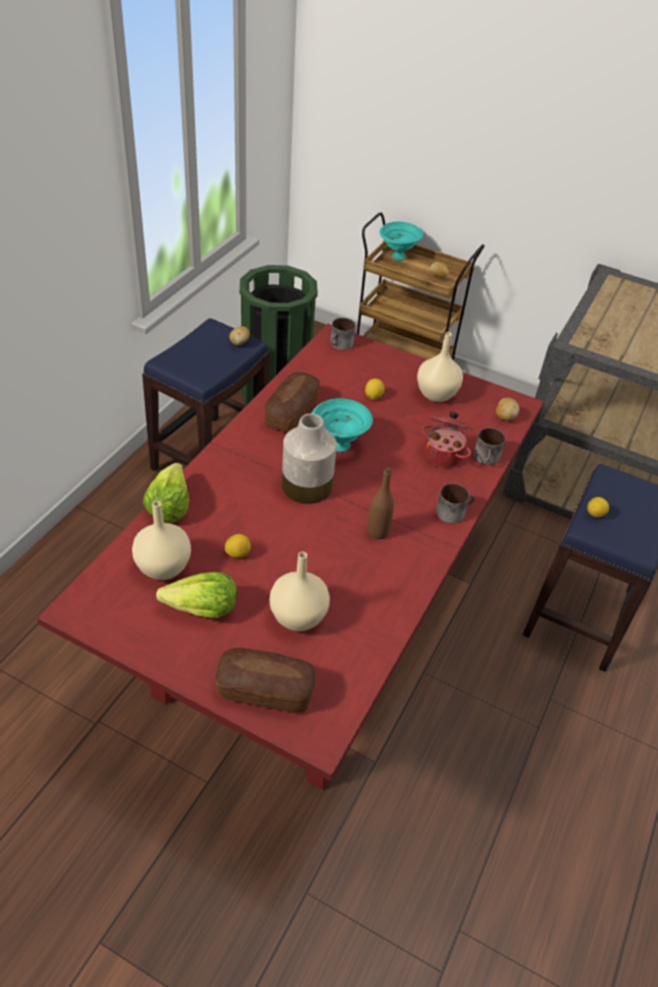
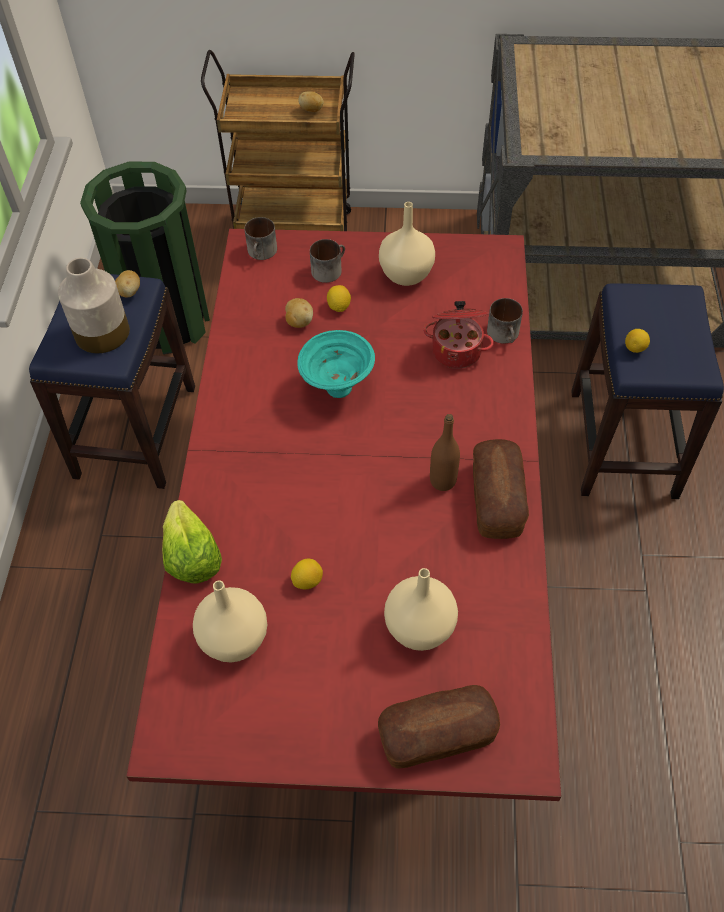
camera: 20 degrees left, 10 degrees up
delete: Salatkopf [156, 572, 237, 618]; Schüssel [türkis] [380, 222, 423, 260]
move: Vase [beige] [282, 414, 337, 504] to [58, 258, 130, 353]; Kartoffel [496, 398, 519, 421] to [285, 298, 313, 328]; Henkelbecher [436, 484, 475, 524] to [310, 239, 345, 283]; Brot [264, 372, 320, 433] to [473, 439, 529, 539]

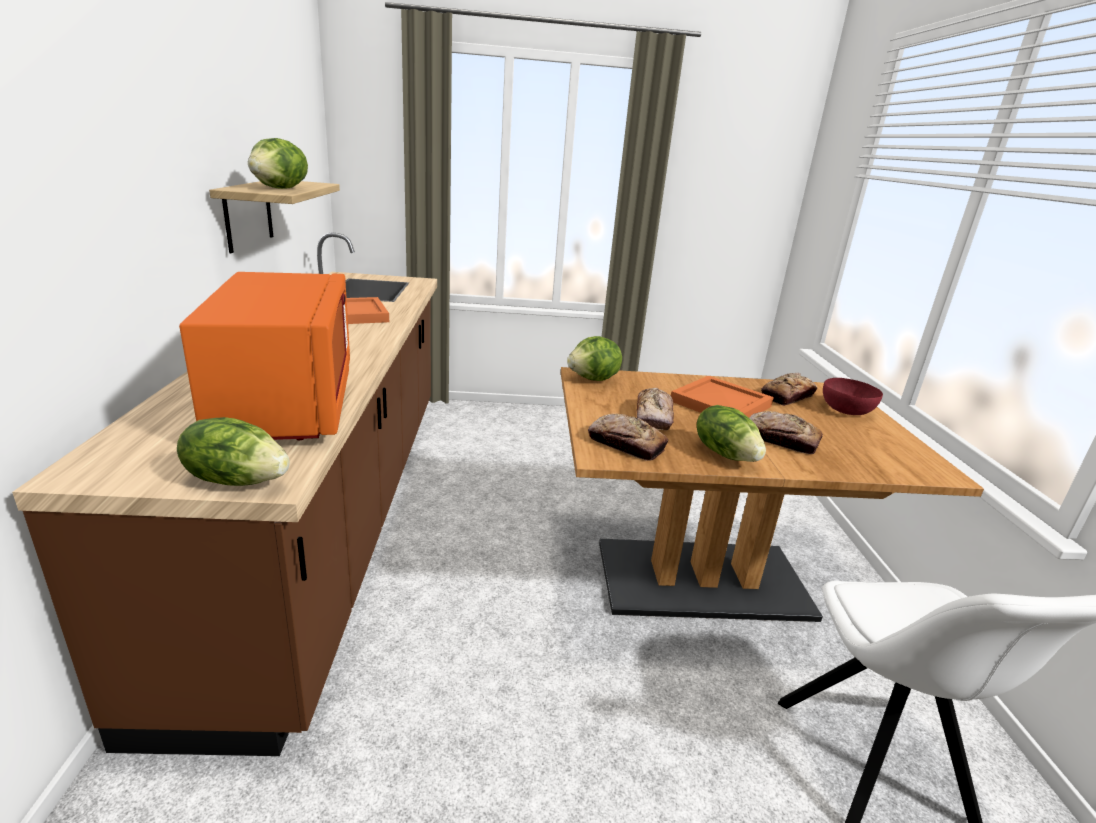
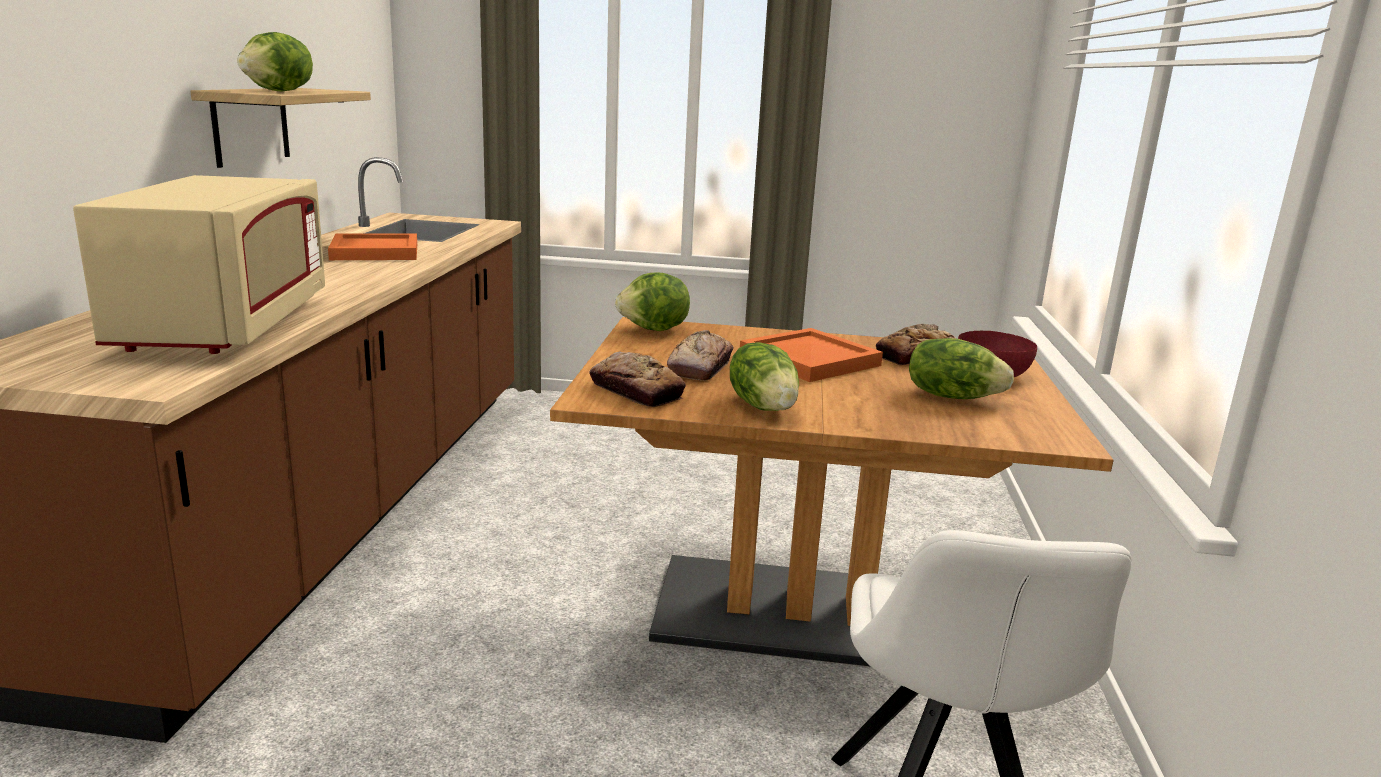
camera: 10 degrees right, 5 degrees down
delete: Brot [749, 411, 823, 454]
move: Salatkopf [177, 417, 290, 486] to [909, 338, 1014, 399]
recolor: Mikrowelle [orange] [179, 272, 350, 440] to Mikrowelle [beige] [73, 175, 325, 354]

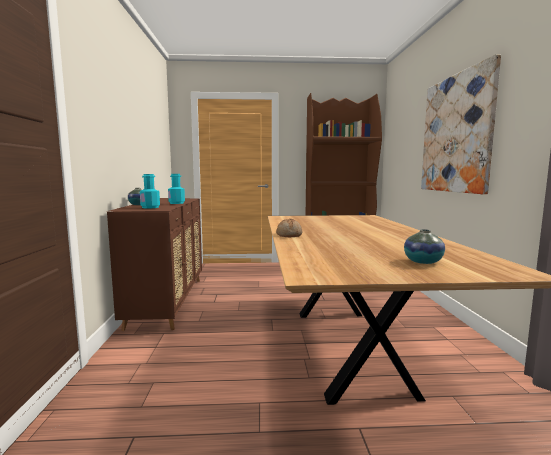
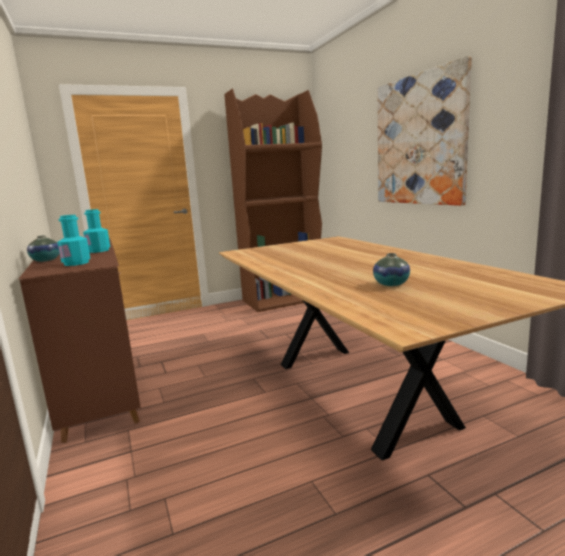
camera: 20 degrees left, 5 degrees up
delete: Brot [276, 219, 303, 237]
move: Vase [404, 229, 445, 264] to [373, 253, 410, 286]

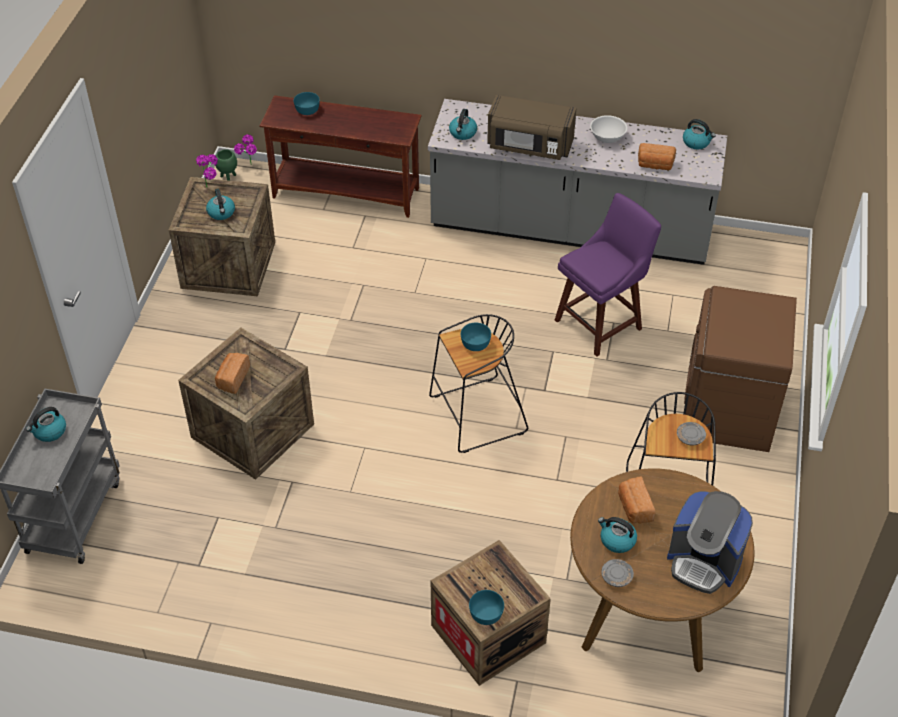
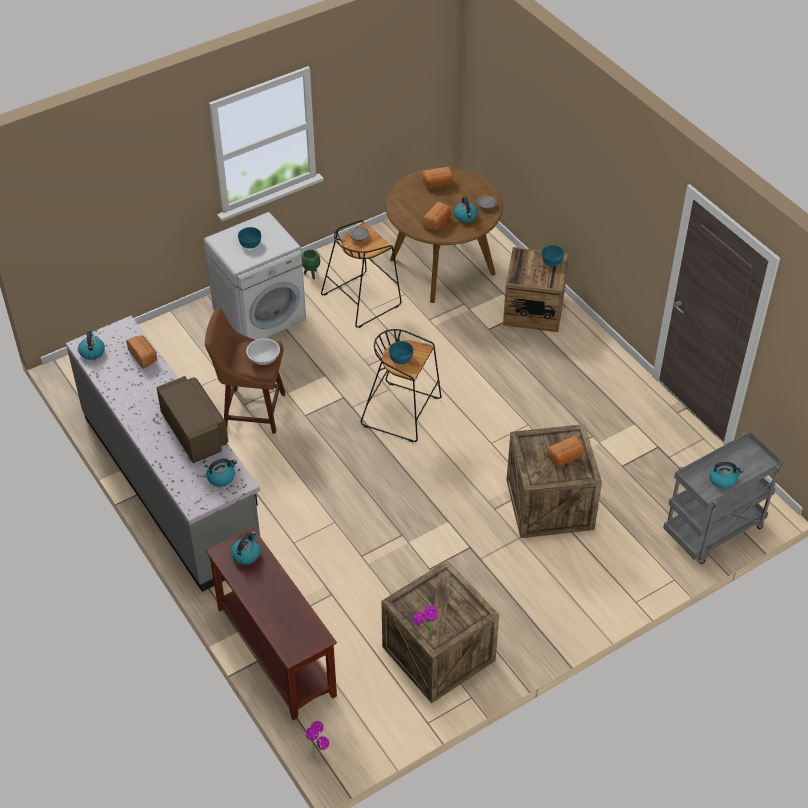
camera: 135 degrees left, 0 degrees up
move: Wasserkessel [206, 189, 235, 220] to [231, 532, 260, 565]; Schüssel [türkis] [294, 92, 320, 115] to [238, 227, 261, 248]; Schüssel [weiß] [590, 115, 627, 143] to [246, 338, 280, 365]; Pflanzkübel [grün] [215, 149, 237, 181] to [302, 250, 320, 279]
replace: Kaffeemaschine [667, 491, 753, 594] to Brot [422, 167, 453, 189]
recolor: Waschmaschine [braun] [684, 286, 797, 452] to Waschmaschine [weiß] [204, 212, 306, 340]; Hocker [lila] [555, 193, 661, 357] to Hocker [braun] [205, 307, 285, 434]

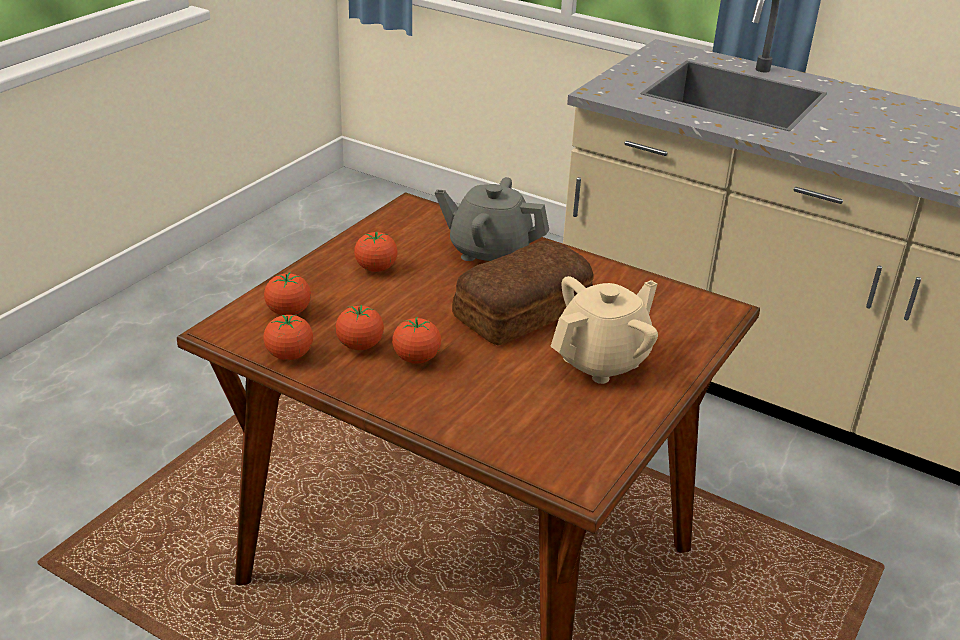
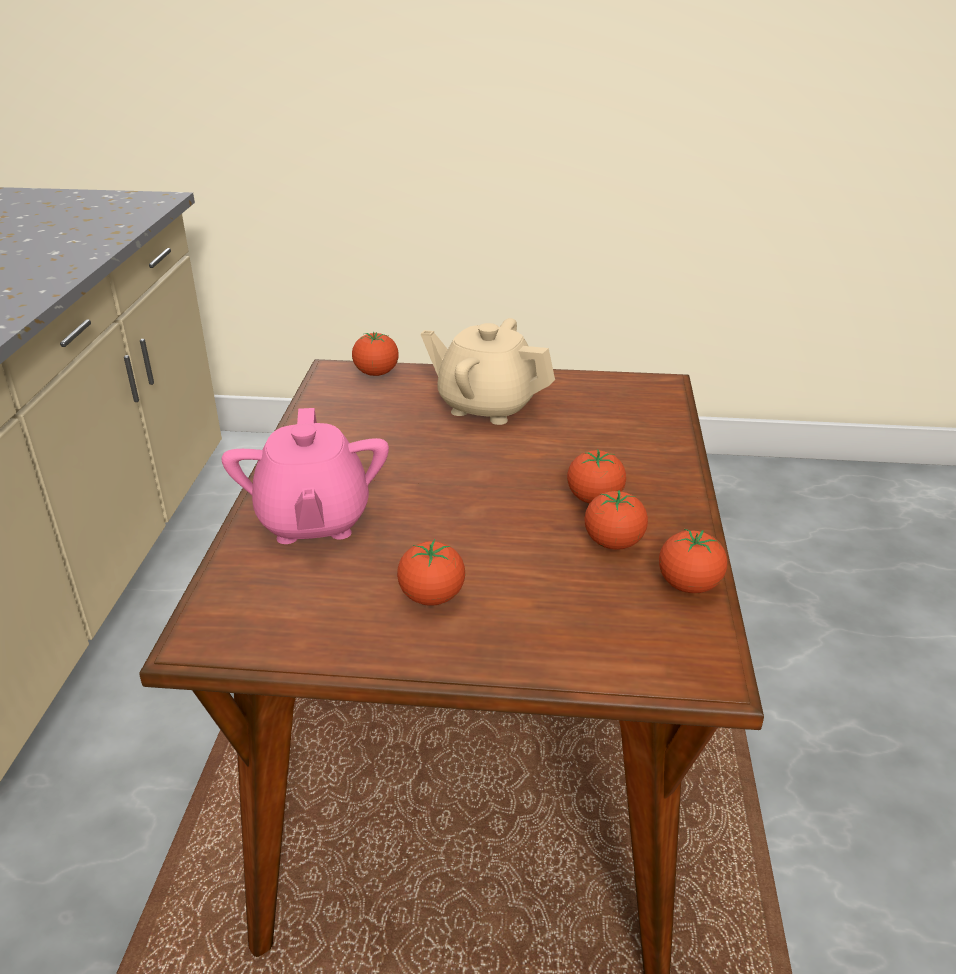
camera: 115 degrees left, 0 degrees up
delete: Brot [452, 241, 594, 346]
move: Tomate [264, 272, 311, 315] to [352, 332, 399, 376]
recolor: Teekanne [grau] [435, 177, 549, 261] to Teekanne [rosa] [221, 408, 389, 544]

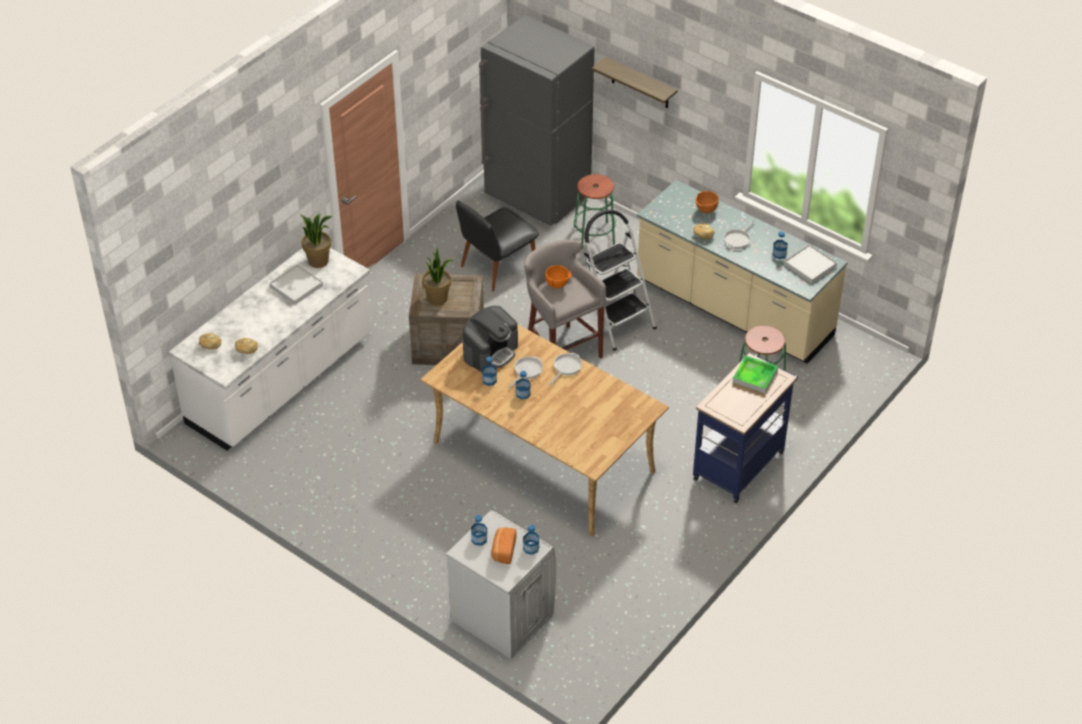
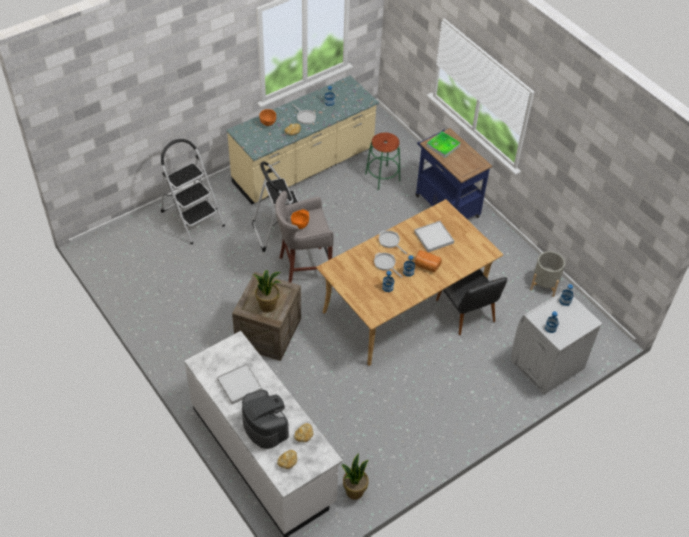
camera: 75 degrees left, 5 degrees up
delete: Kühlschrank [grau] [479, 15, 594, 226]; Wandregal [592, 57, 677, 108]
insert: Pflanzkübel [grau] [530, 251, 565, 297]
move: Kaffeemaschine [463, 306, 518, 372] to [242, 390, 289, 449]; Topfpflanze [300, 214, 332, 268] to [342, 453, 369, 500]; Tablett [weiß] [784, 244, 837, 284] to [414, 221, 454, 252]; Brot [491, 527, 516, 564] to [415, 250, 442, 272]; Stuhl [schwarz] [456, 201, 539, 291] to [436, 269, 507, 335]
replace: Hocker [grün] [574, 174, 616, 249] to Trittleiter [161, 139, 225, 244]

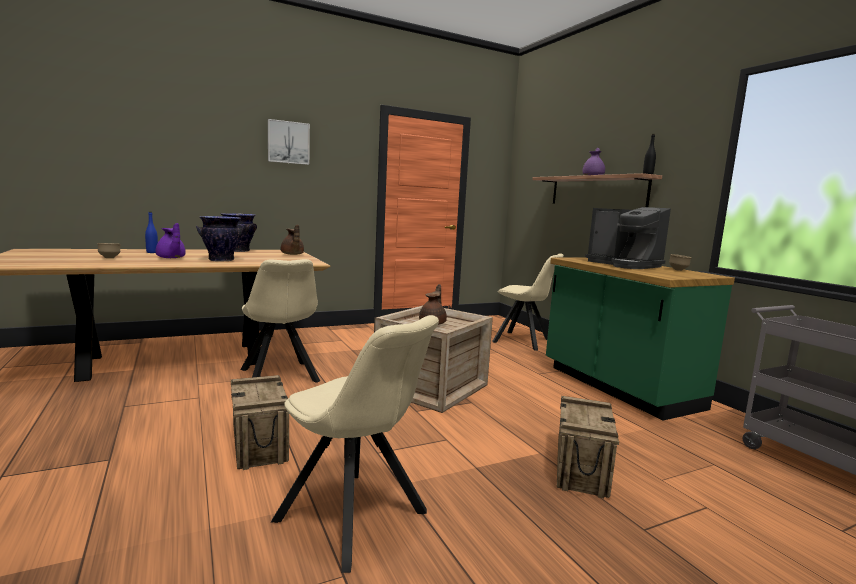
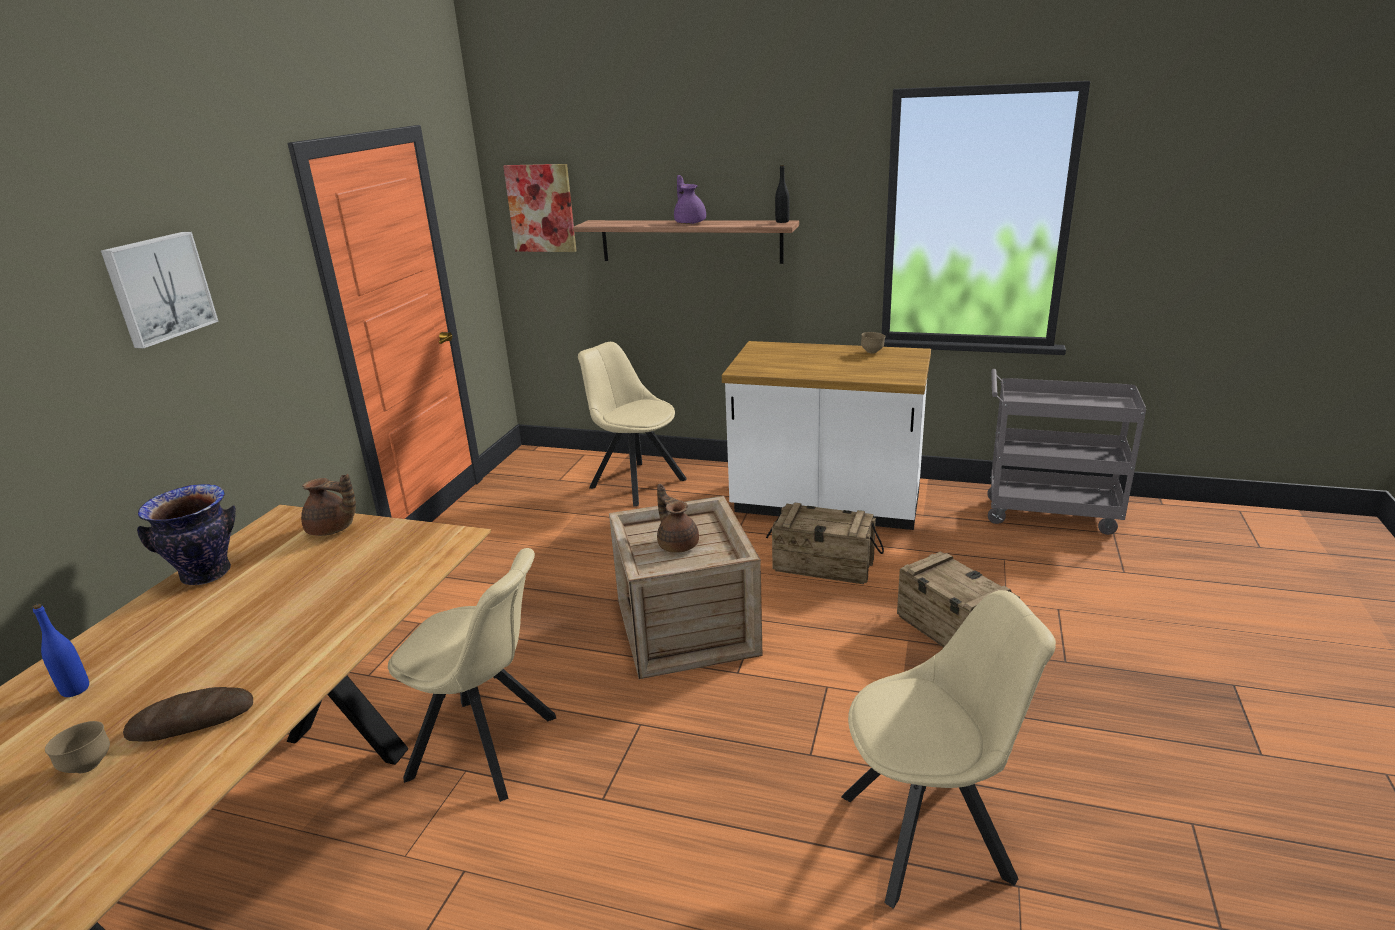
camera: 45 degrees left, 15 degrees up
delete: Teekanne [lila] [156, 223, 186, 258]; Vase [196, 216, 244, 261]; Kaffeemaschine [585, 207, 671, 269]
insert: Brot [123, 687, 253, 742]; Bild [503, 164, 577, 252]
move: Kiste [231, 375, 289, 470] to [766, 502, 884, 584]
recolor: Küchenzeile [grün] [546, 258, 735, 421] to Küchenzeile [weiß] [722, 341, 931, 530]
rotate: Stuhl [beige] [492, 253, 564, 351] = [578, 342, 687, 507] 120 degrees counterclockwise

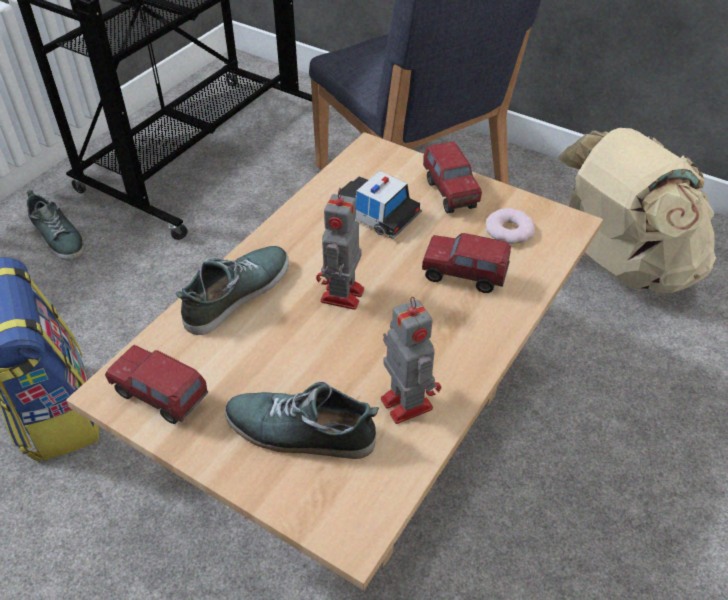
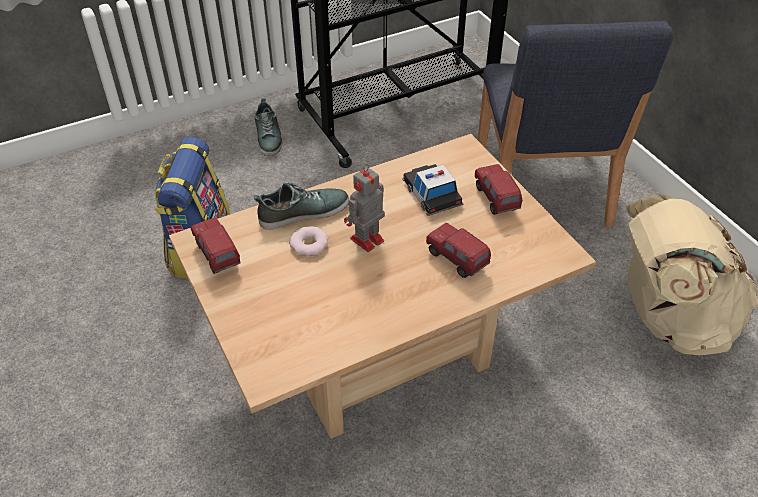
camera: 30 degrees right, 0 degrees up
delete: Schuh [225, 381, 379, 459]; Spielzeugroboter [381, 297, 441, 424]
move: Donut [486, 208, 535, 244] to [289, 226, 328, 256]
rotate: Spielzeuglaster [423, 141, 482, 214] = [475, 164, 522, 215] 150 degrees clockwise

